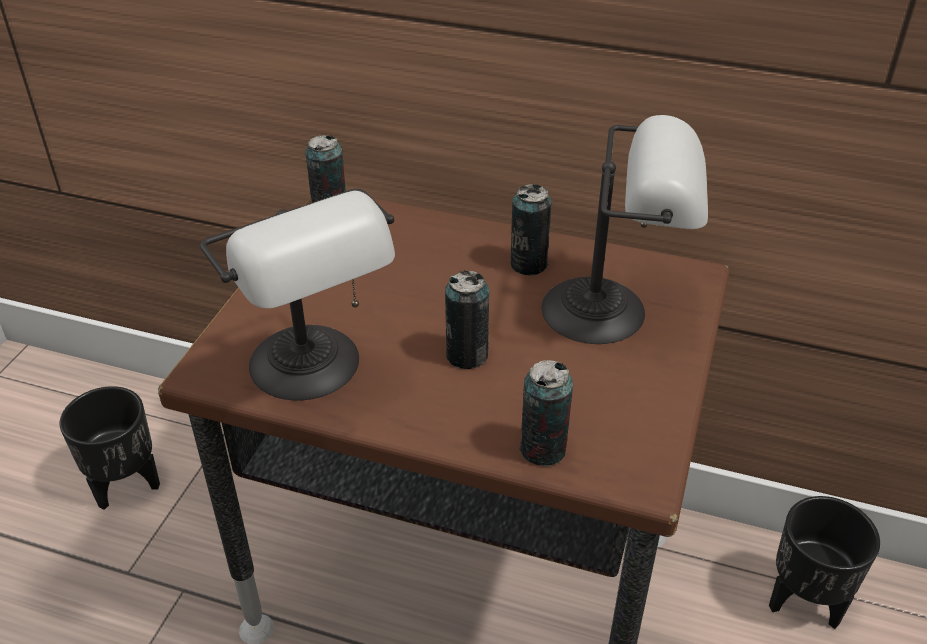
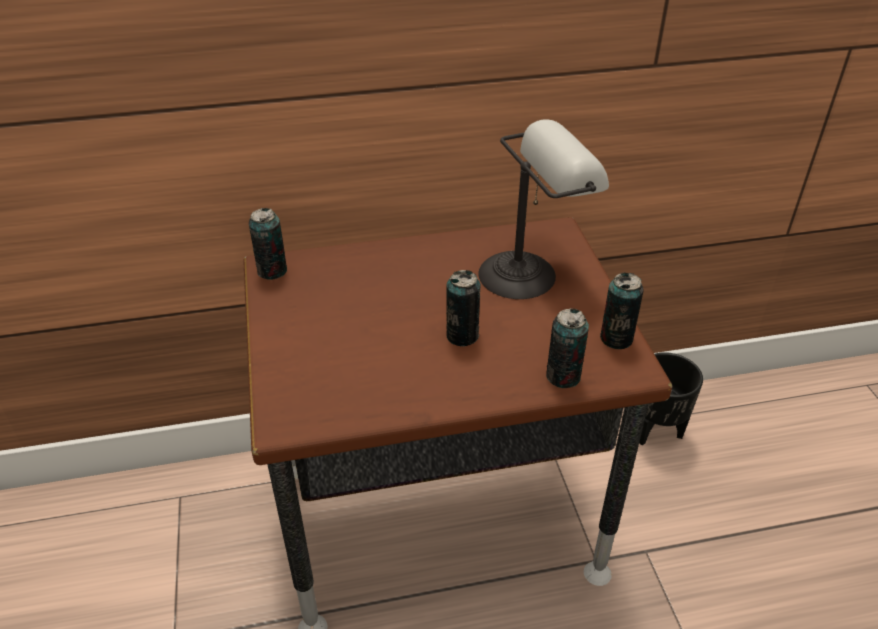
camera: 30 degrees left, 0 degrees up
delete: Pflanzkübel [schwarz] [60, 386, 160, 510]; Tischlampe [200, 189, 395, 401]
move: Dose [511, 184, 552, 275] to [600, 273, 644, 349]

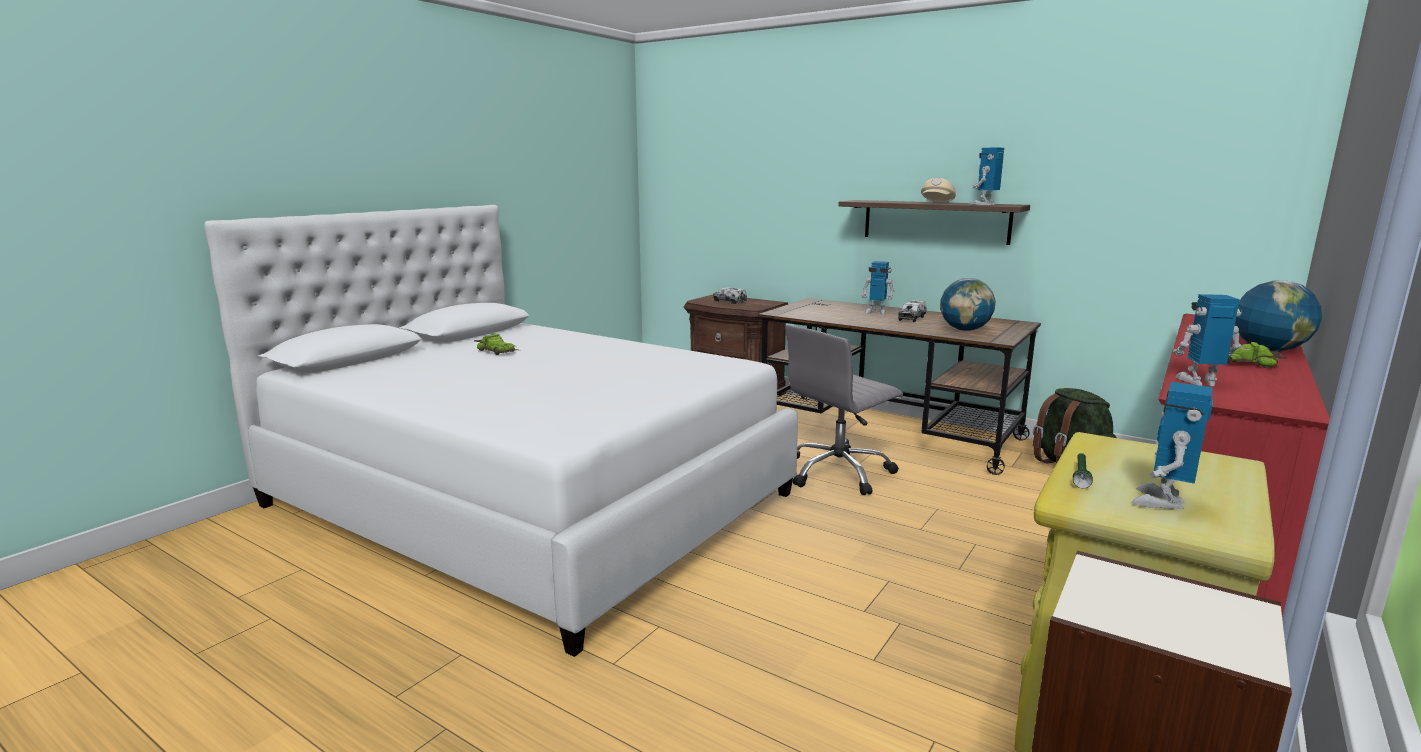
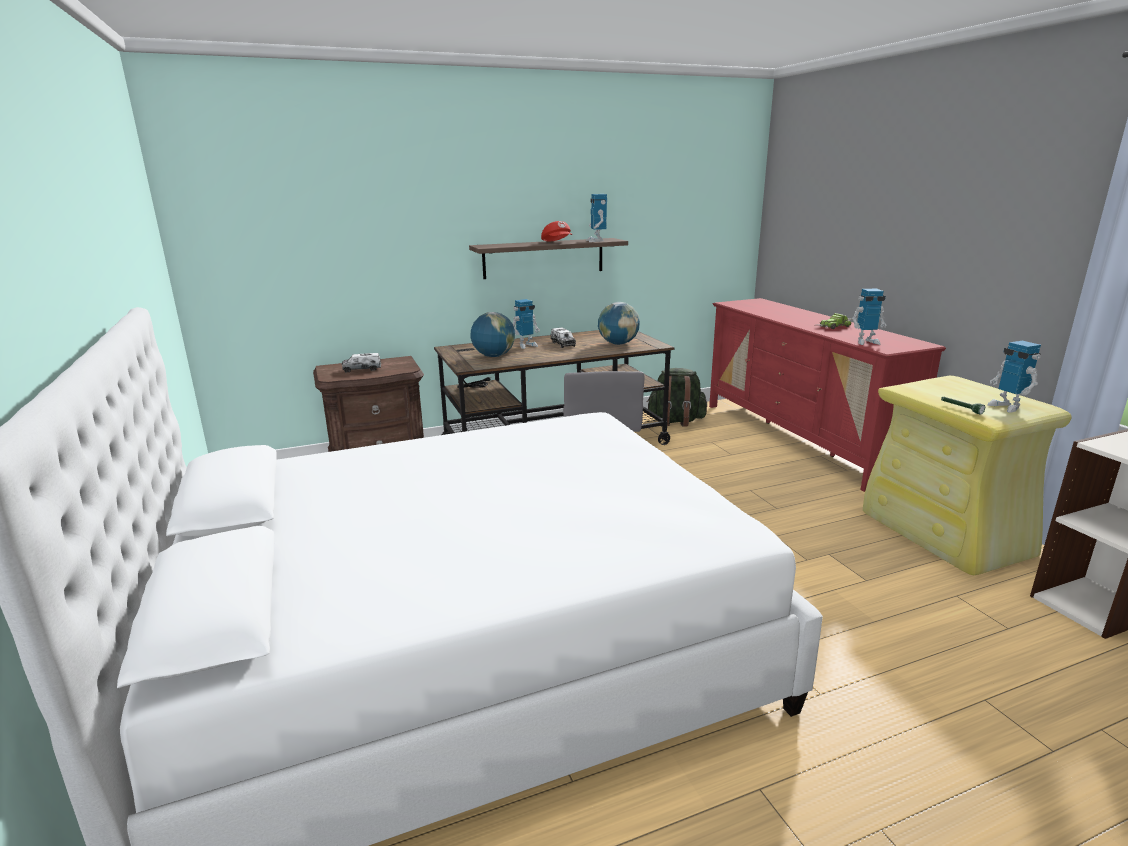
camera: 55 degrees left, 5 degrees up
delete: Spielzeugauto [474, 334, 518, 355]
move: Globus [1235, 281, 1322, 351] to [471, 312, 515, 357]
recolor: Kappe [beige] [921, 178, 956, 202] to Kappe [rot] [541, 221, 572, 242]
rotate: Spielzeugroboter [1173, 294, 1241, 386] = [852, 289, 887, 345] 135 degrees counterclockwise

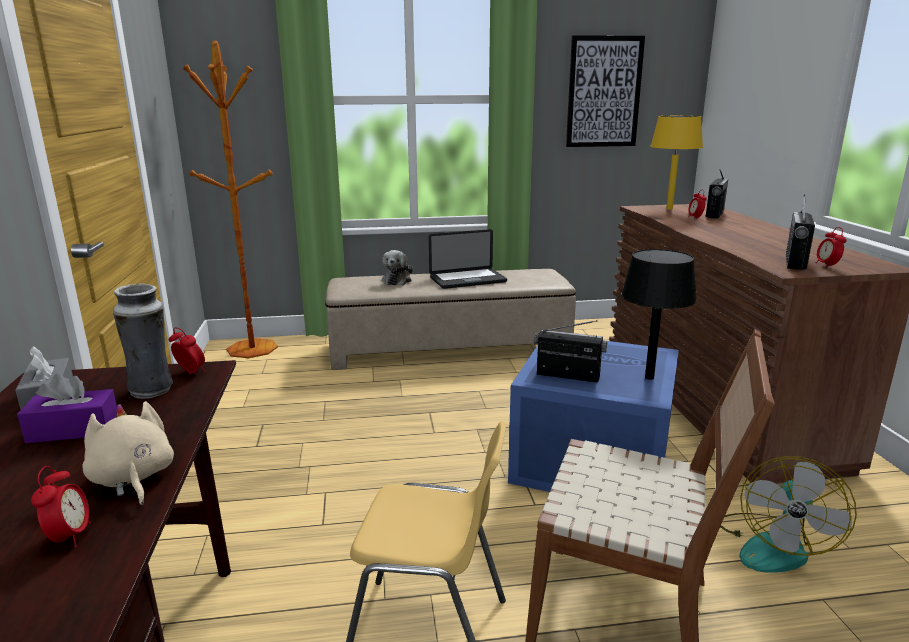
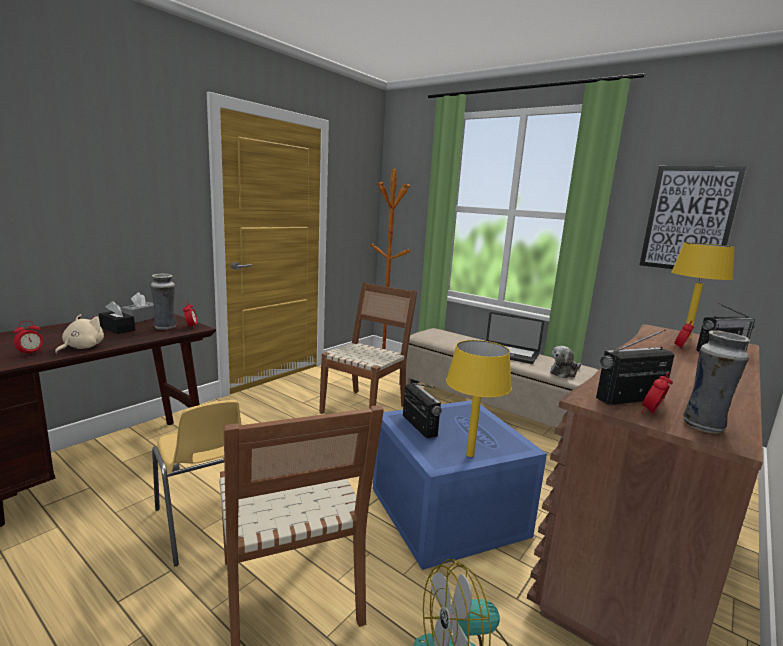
camera: 45 degrees right, 5 degrees down
insert: Stuhl [319, 282, 417, 414]; Vase [683, 330, 750, 433]
move: Plüschtier [382, 250, 413, 285] to [550, 346, 581, 378]
recolor: Taschentuchbox [lila] [17, 373, 117, 443] to Taschentuchbox [schwarz] [99, 301, 135, 334]; Tischlampe [schwarz] [621, 249, 697, 380] to Tischlampe [gelb] [446, 340, 512, 457]

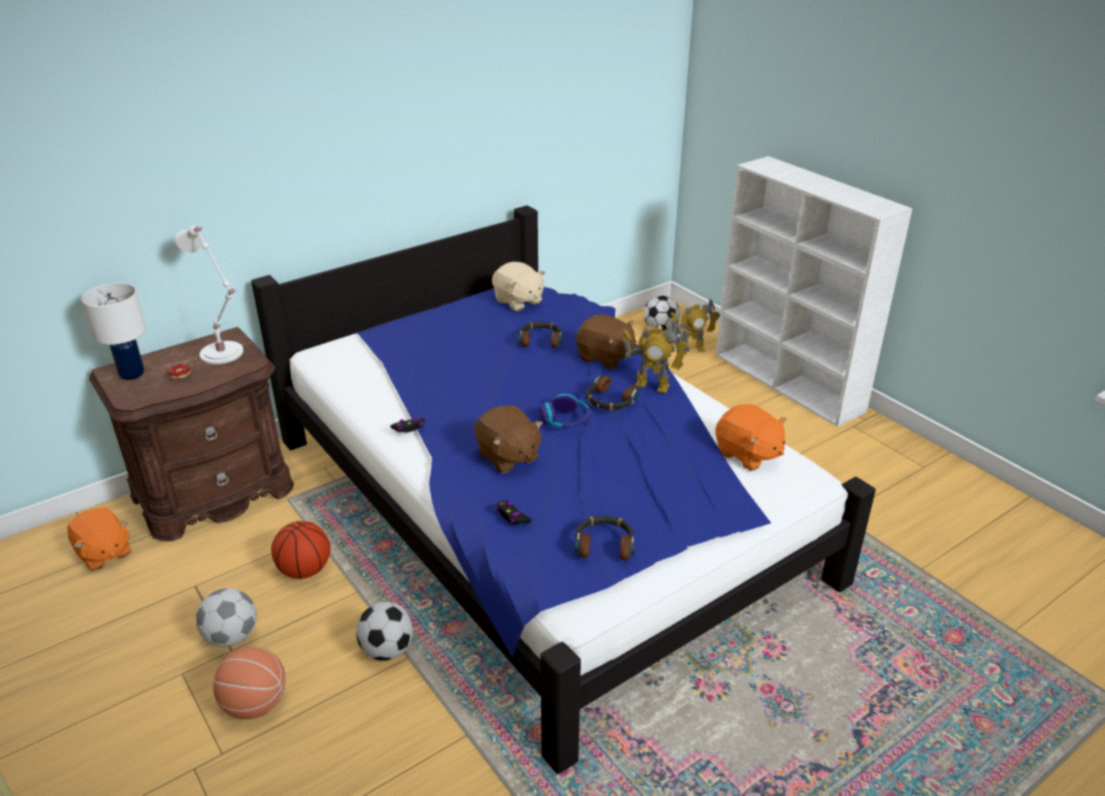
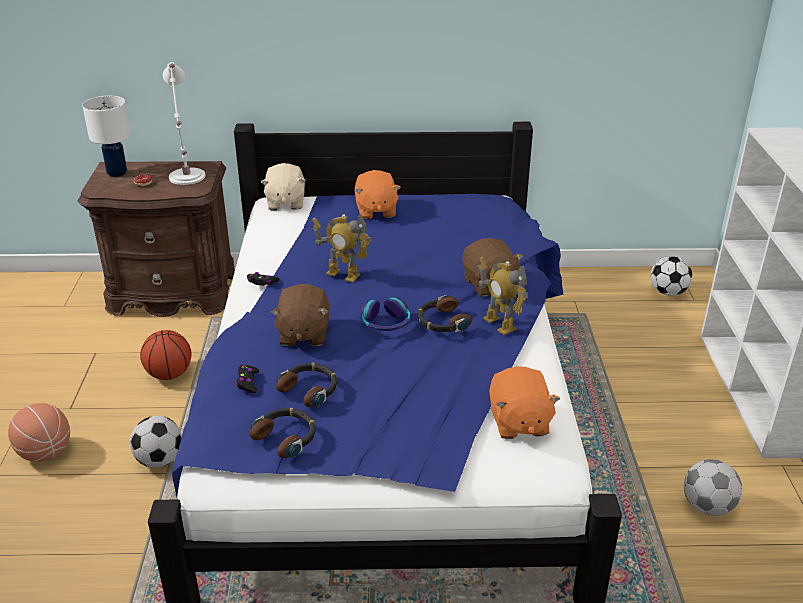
camera: 35 degrees right, 0 degrees up
move: Plüschtier [beige] [492, 262, 545, 311] to [261, 163, 306, 211]; Kopfhörer [518, 322, 562, 348] to [276, 363, 337, 407]; Spielzeugroboter [669, 299, 720, 352] to [312, 214, 372, 283]; Plüschtier [orange] [67, 507, 131, 571] to [355, 170, 401, 219]; Fußball [196, 588, 256, 647] to [684, 459, 742, 516]

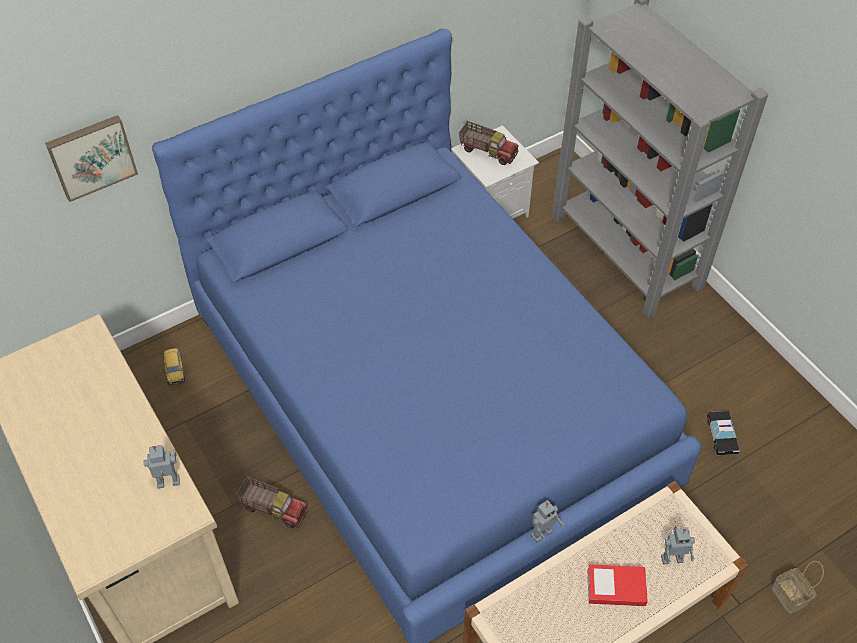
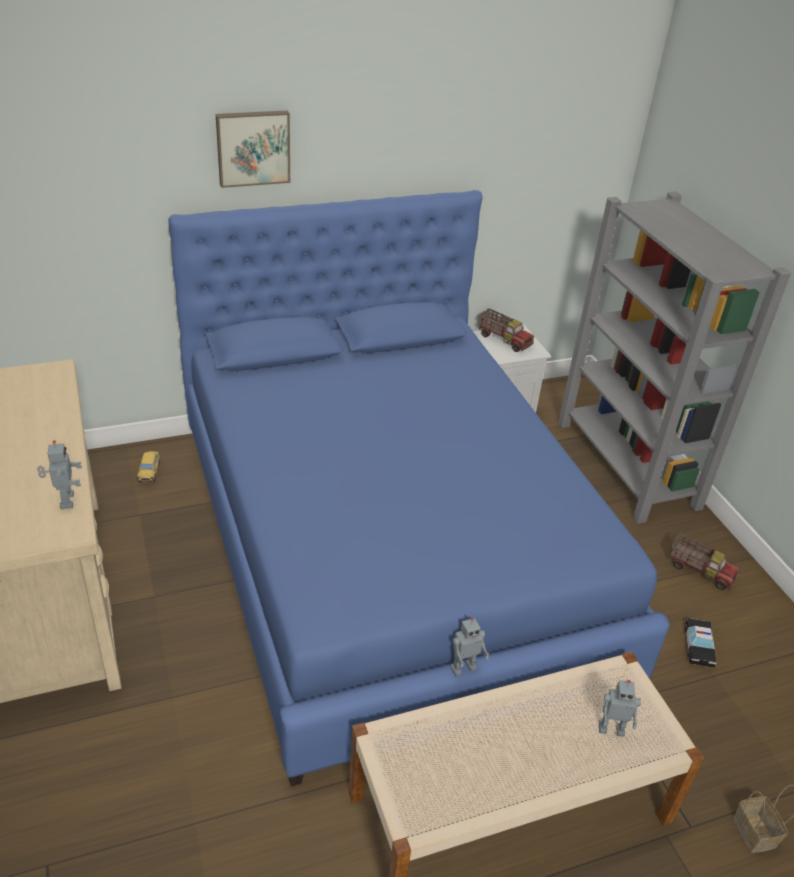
camera: 10 degrees right, 15 degrees down
delete: Buch [587, 564, 648, 606]
move: Bild [45, 115, 138, 202] to [216, 110, 290, 188]; Spielzeuglaster [236, 477, 309, 528] to [670, 534, 740, 590]
rotate: Spielzeugroboter [143, 445, 180, 489] = [37, 440, 82, 509] 75 degrees clockwise

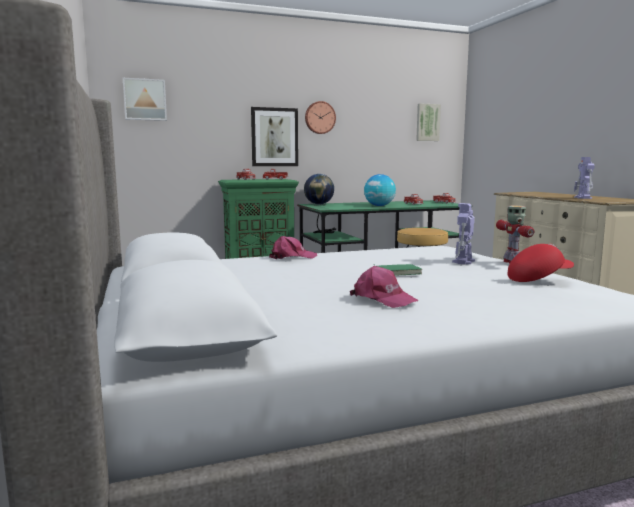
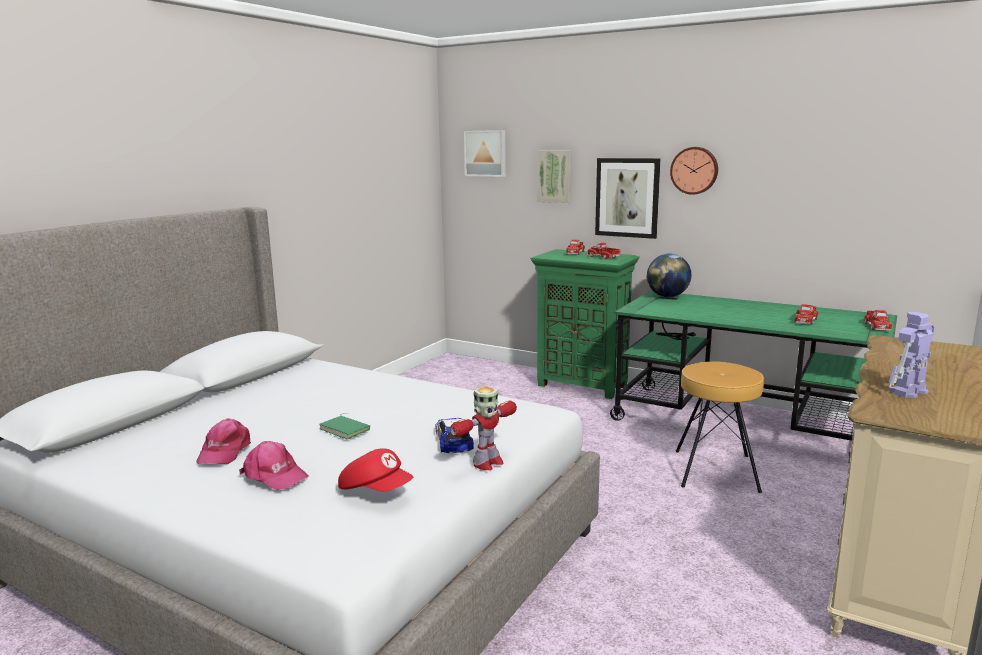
camera: 50 degrees right, 5 degrees up
delete: Globus [364, 174, 396, 206]
move: Kappe [rosa] [269, 236, 317, 259] to [239, 441, 308, 490]; Bild [416, 103, 441, 141] to [538, 150, 572, 203]
replace: Spielzeugroboter [452, 203, 475, 265] to Spielzeugauto [435, 418, 474, 453]

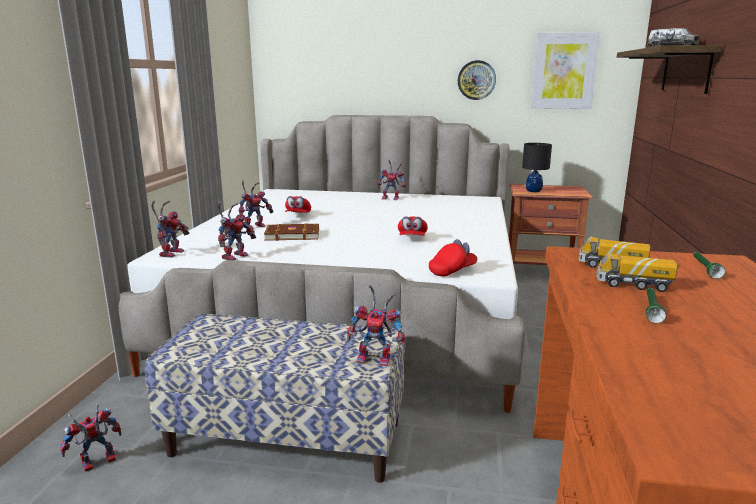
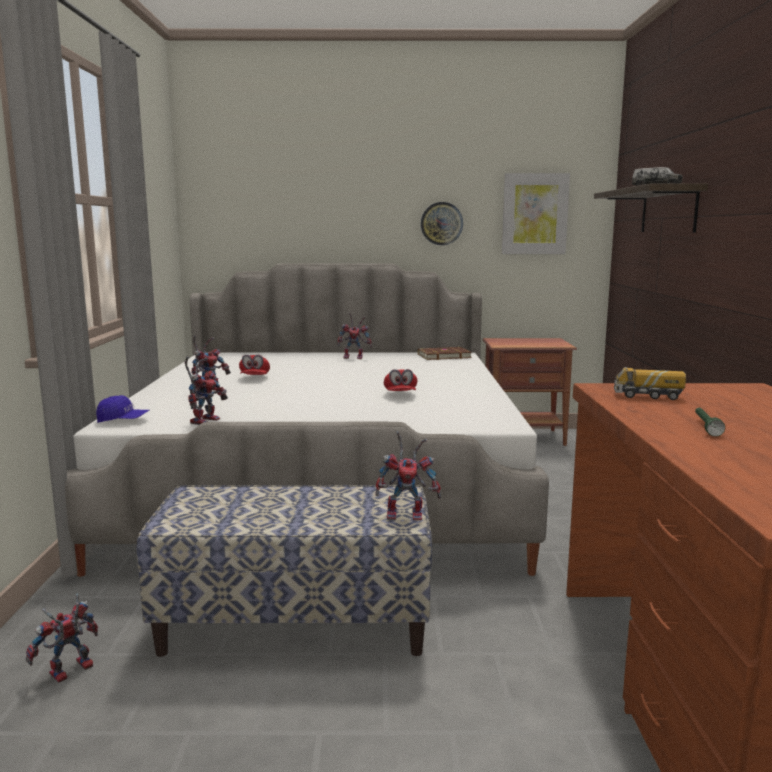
camera: 10 degrees left, 5 degrees down
delete: Kappe [rot] [429, 239, 477, 277]; Tischlampe [schwarz] [522, 143, 552, 192]; Spielzeuglaster [596, 253, 677, 292]; Taschenlampe [grün] [693, 252, 725, 279]
move: Buch [braun] [264, 223, 319, 241] to [418, 347, 472, 360]
replace: Spielzeugroboter [151, 201, 189, 258] to Kappe [blau] [96, 395, 149, 423]

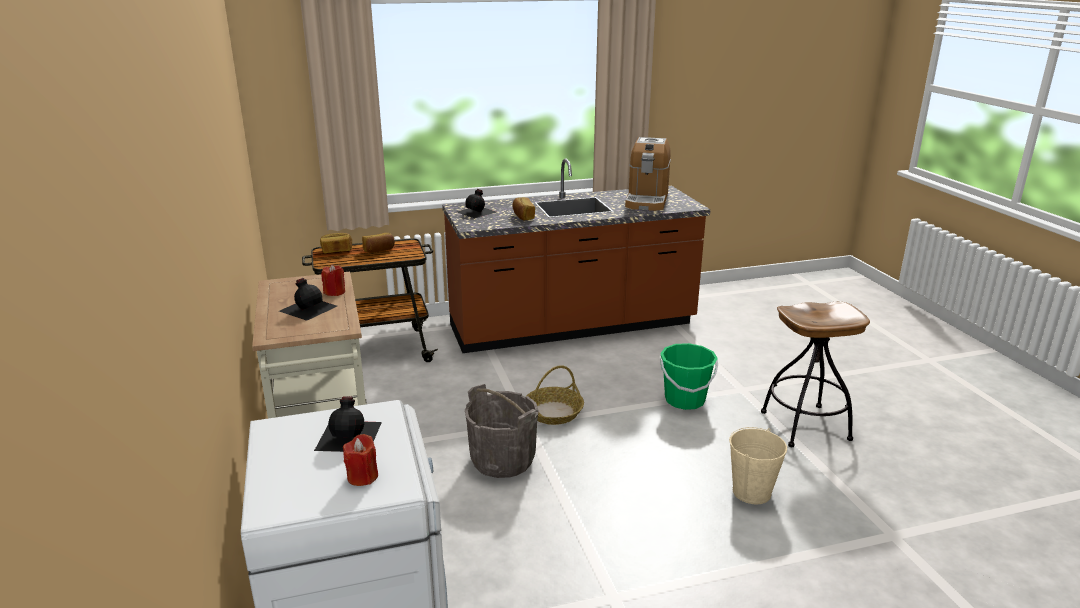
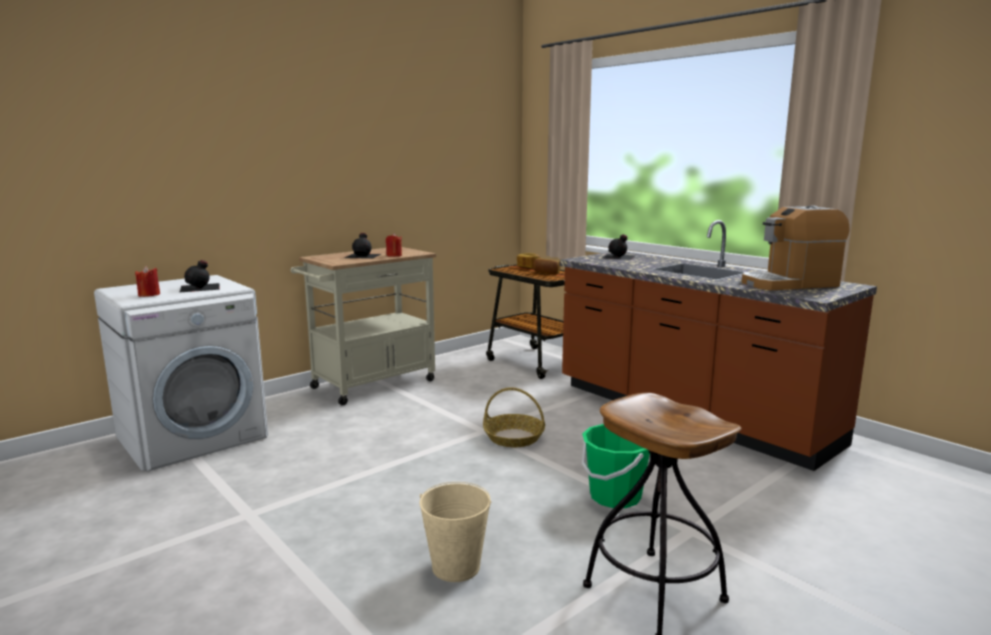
camera: 65 degrees right, 10 degrees down
delete: Eimer [grau] [465, 384, 539, 478]; Brot [512, 197, 535, 220]

